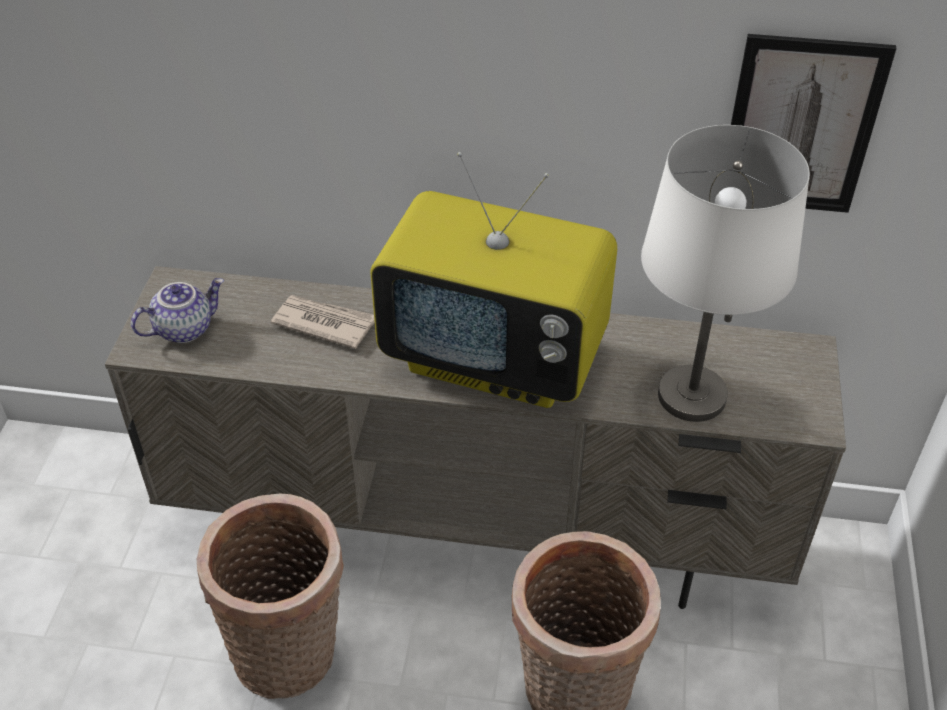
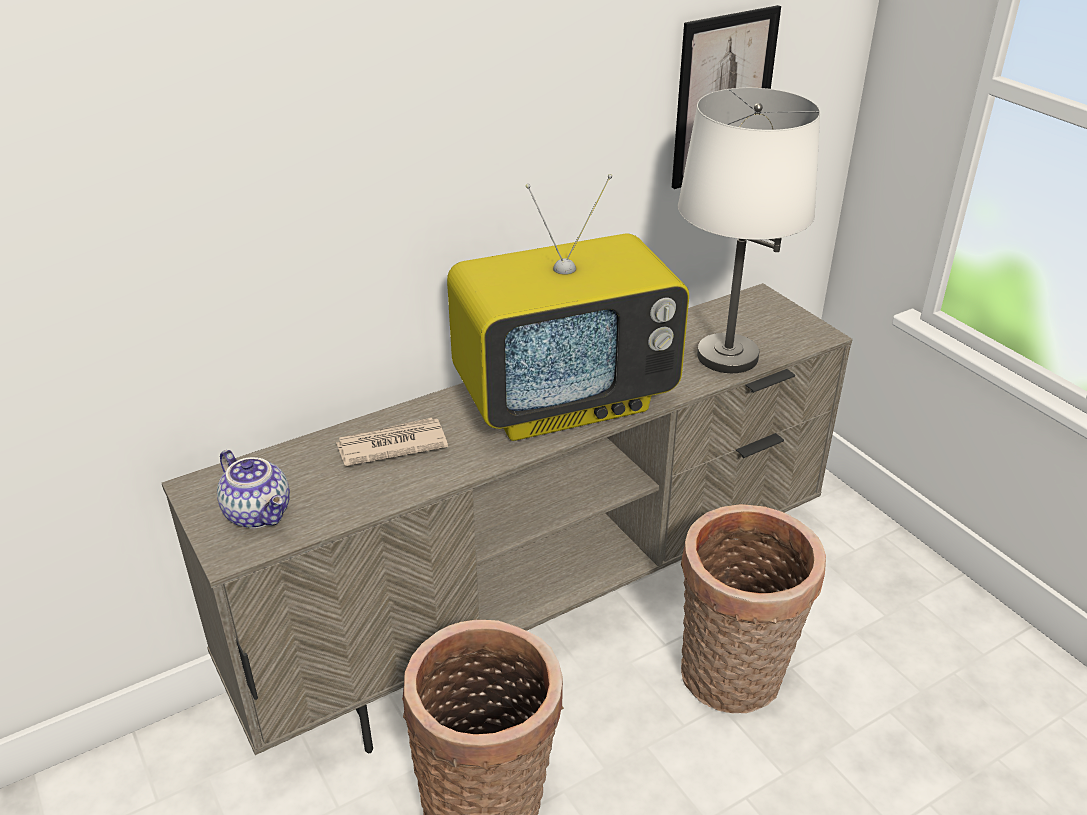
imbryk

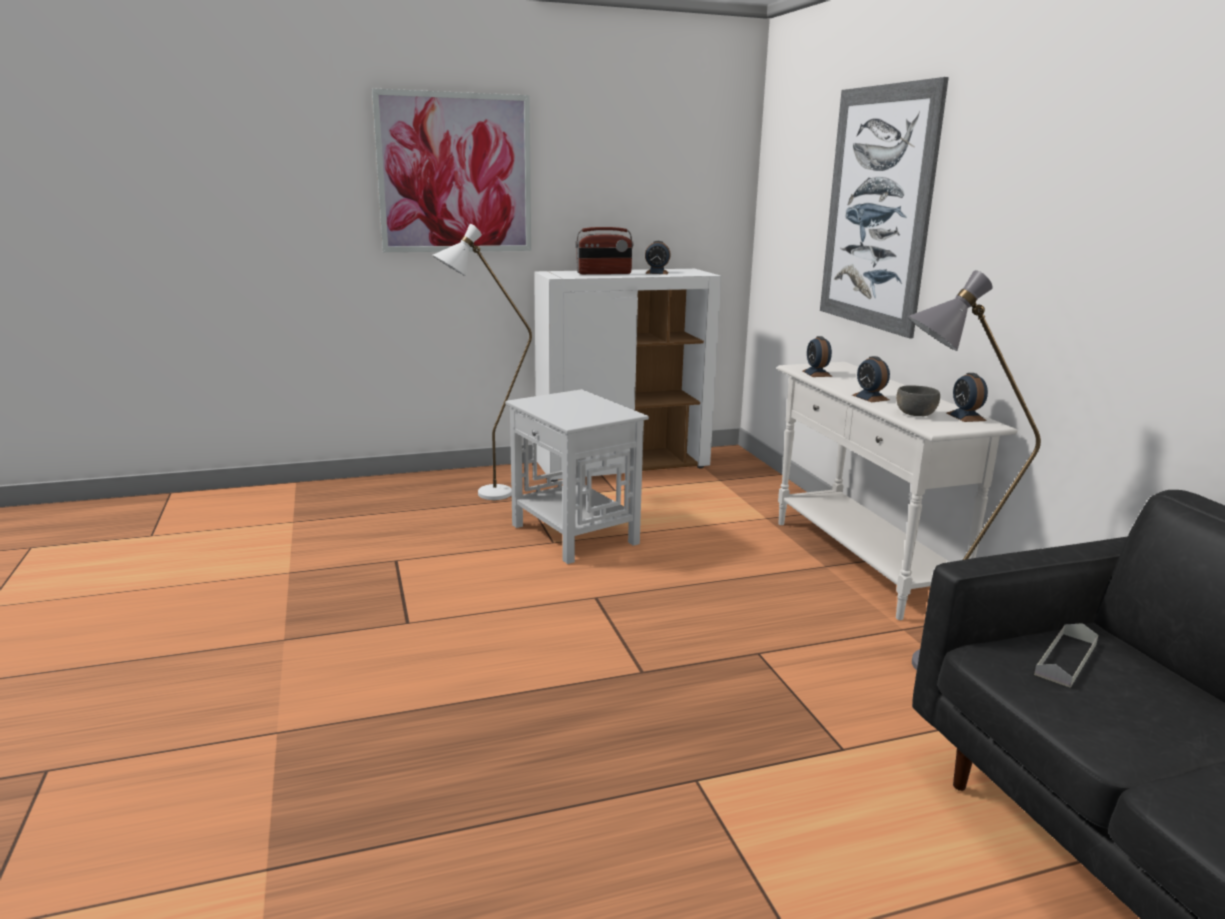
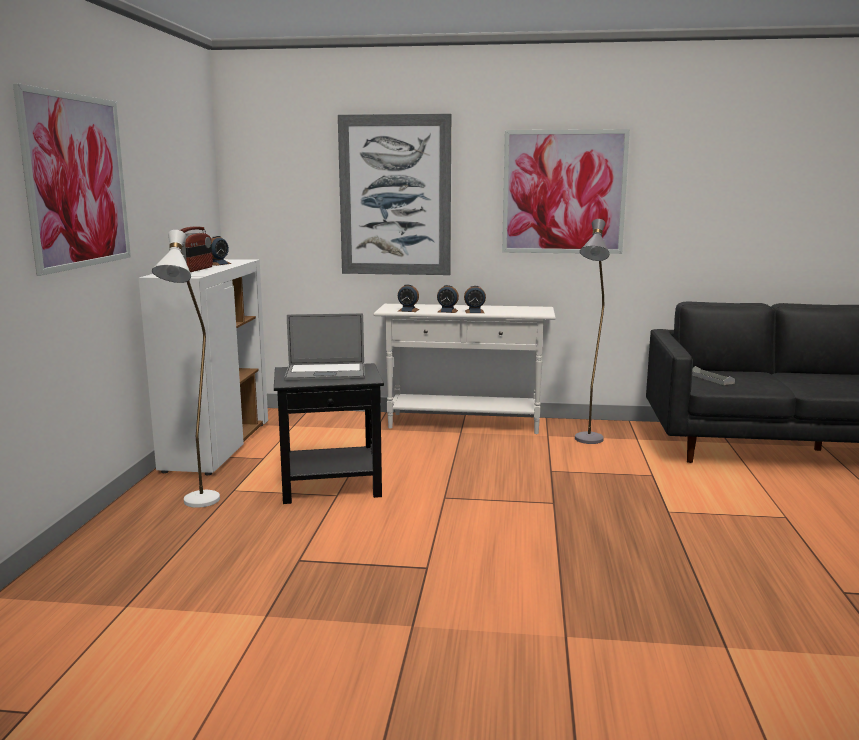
budzik (no. 3 from left)
miska/szary
stolik/czarny
obraz (no. 3 from left)
laptop

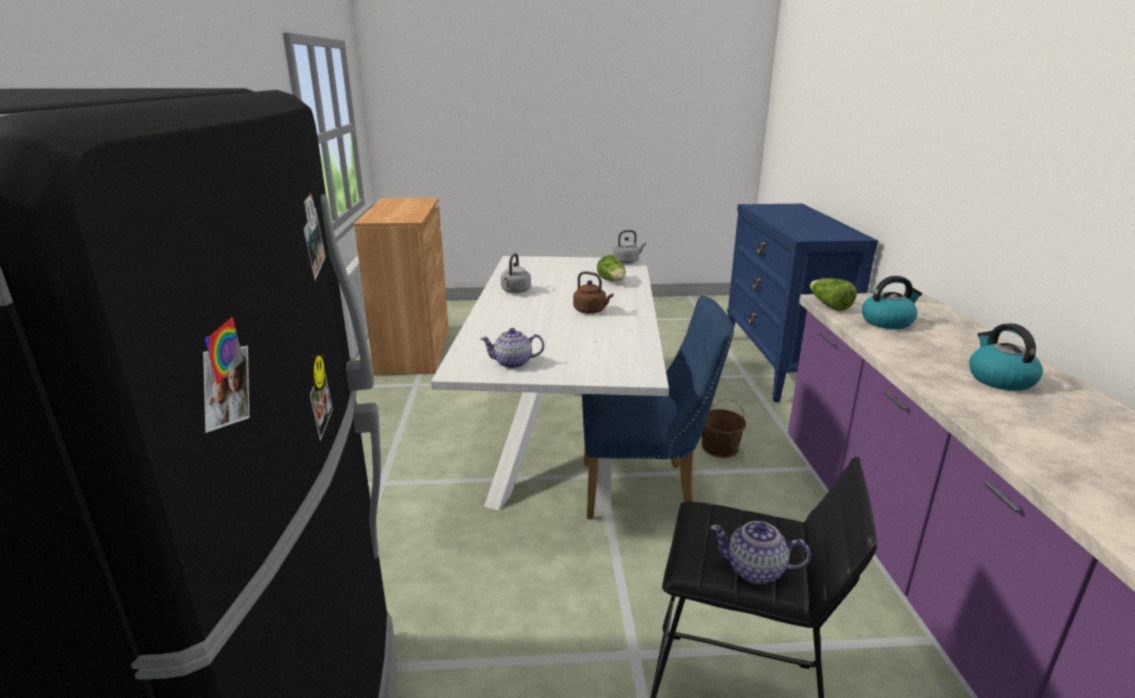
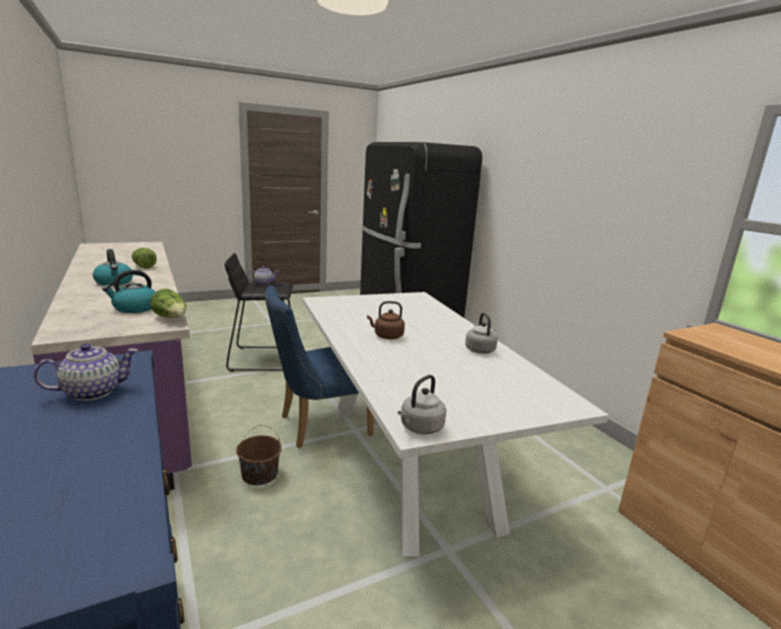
sałata (no. 1 from left)
imbryk (no. 1 from left)

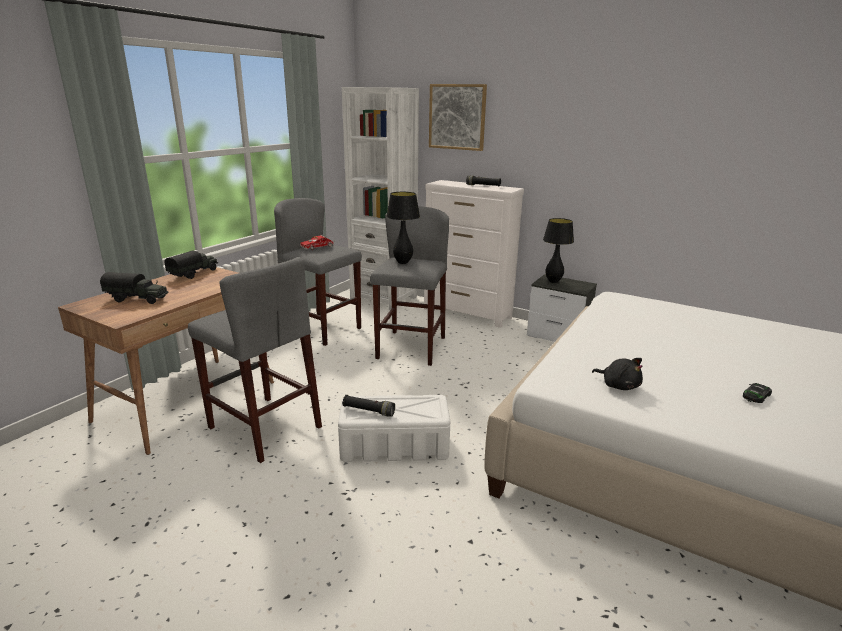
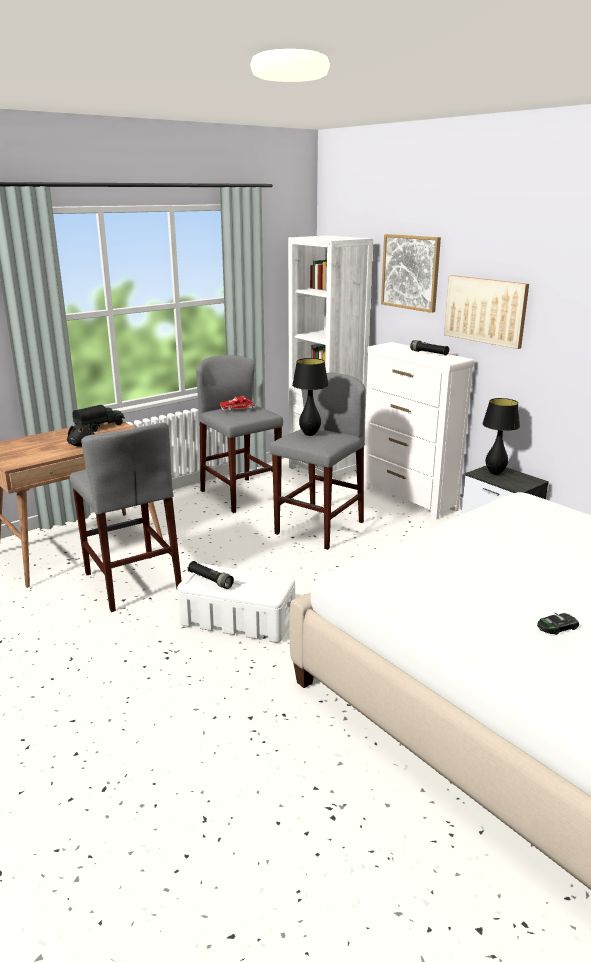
ciężarówka zabawkowa (no. 1 from left in the first image)
pluszak/czarny
obraz (no. 2 from left)

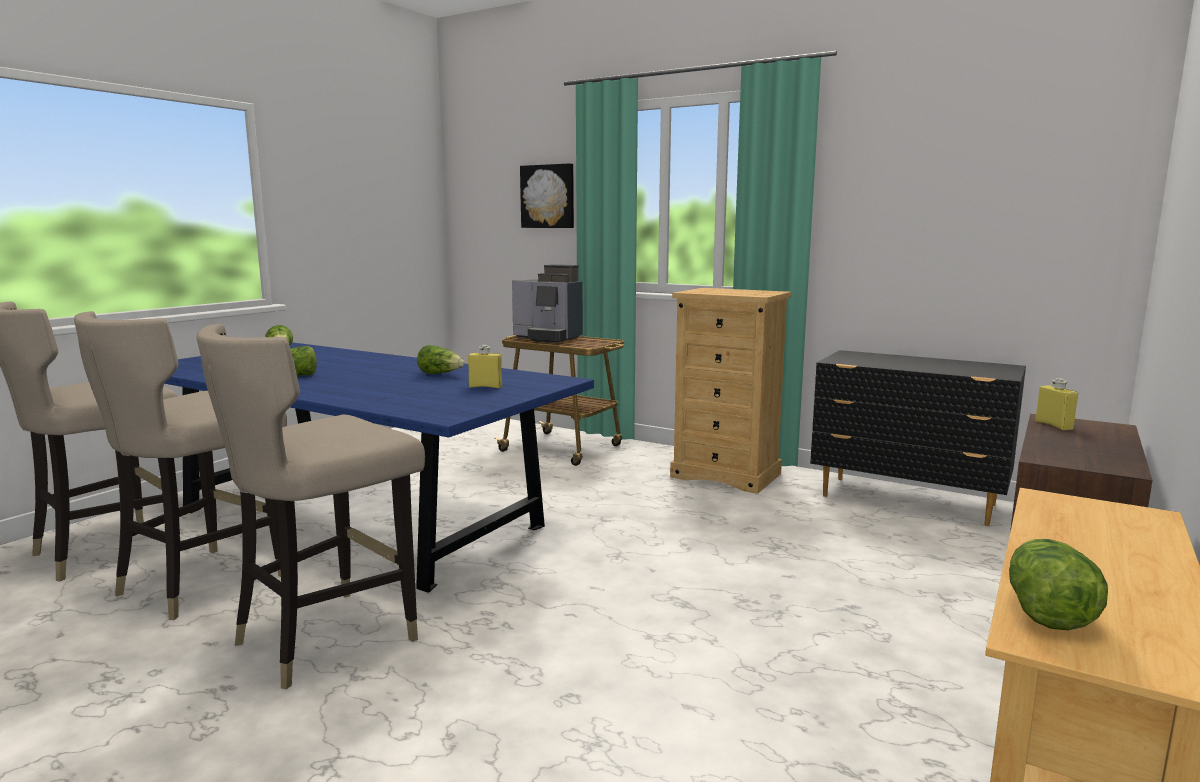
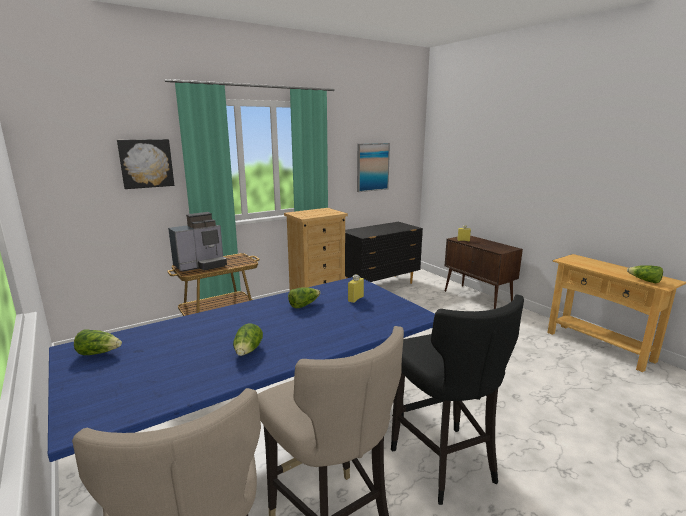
stołek/czarny
obraz (no. 2 from left)

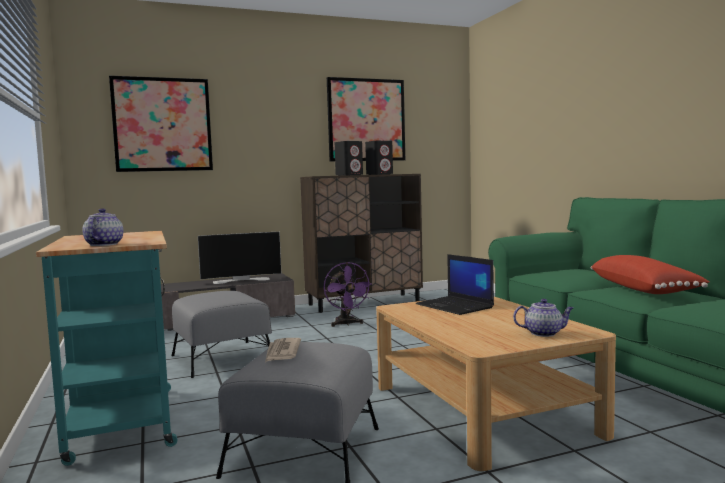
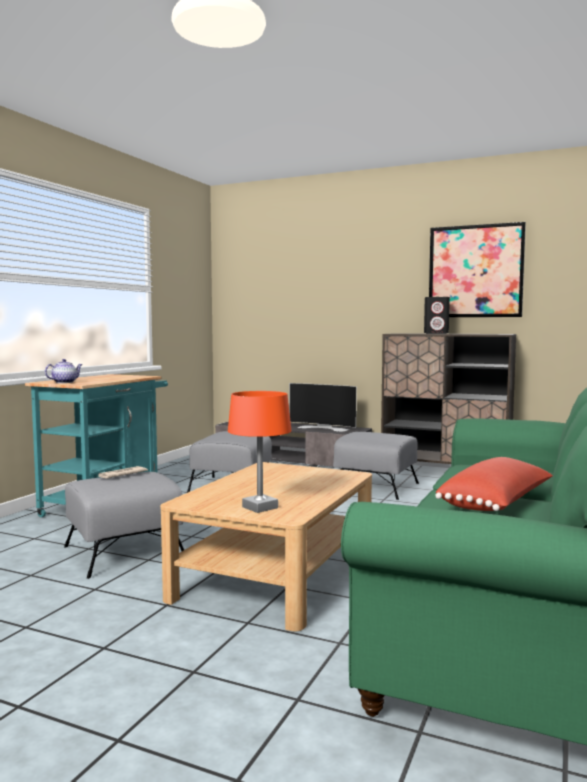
obraz (no. 1 from left in the first image)
głośnik/czarny (no. 2 from left in the first image)
laptop
pufa/szary (no. 3 from left)
lampa stołowa/pomarańczowy

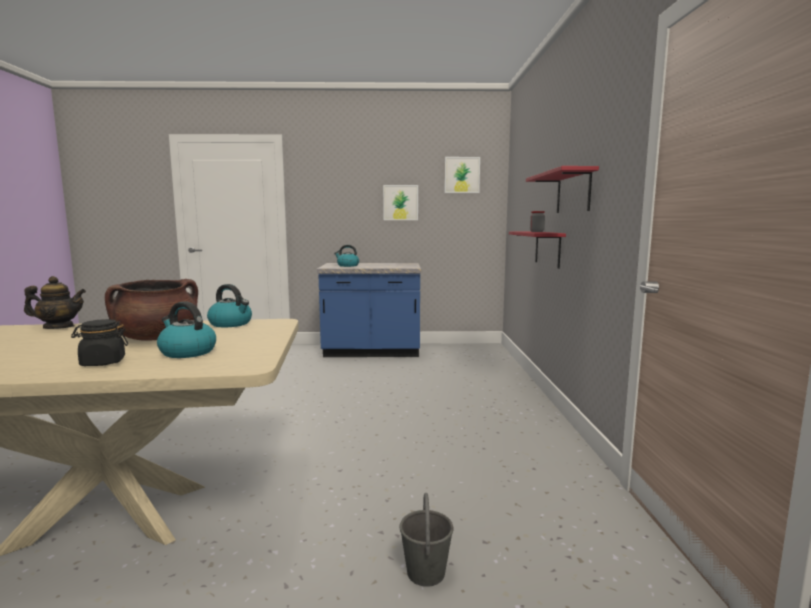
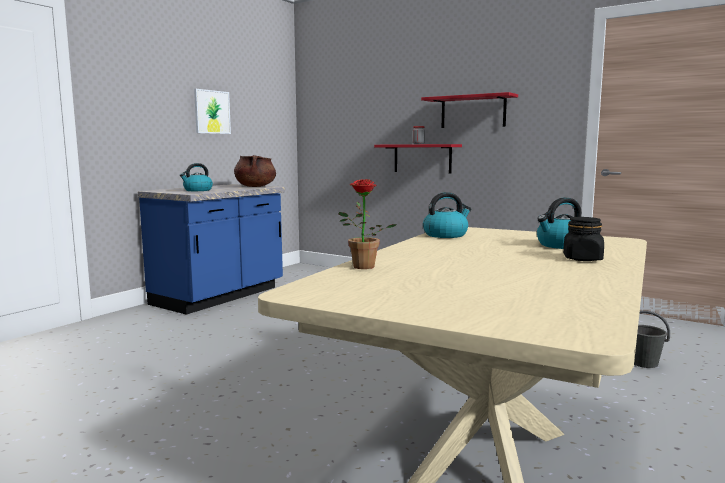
obraz (no. 2 from left in the first image)
roślina doniczkowa
garnek/brązowy

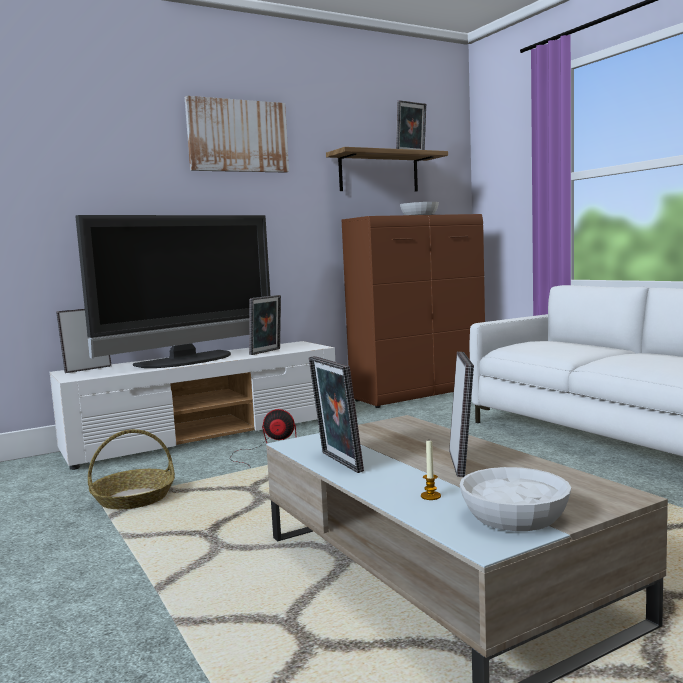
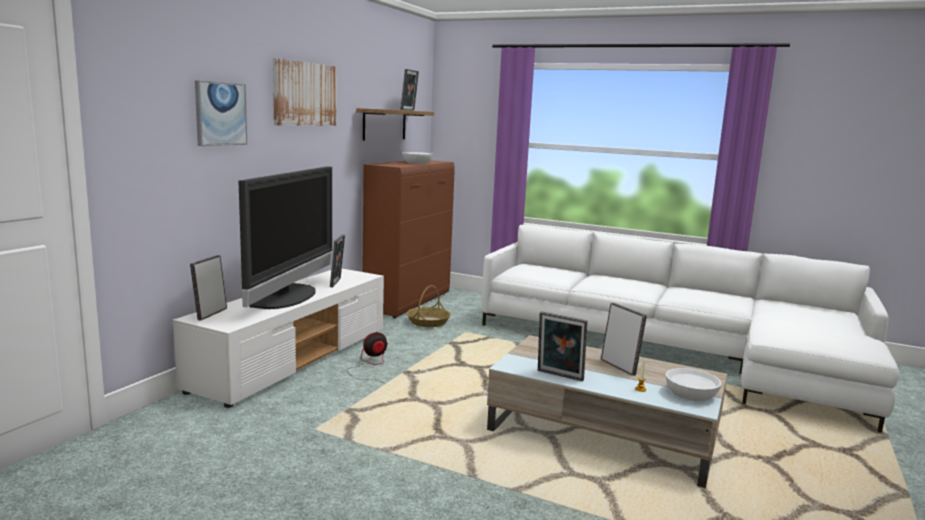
koszyk
obraz (no. 1 from left)

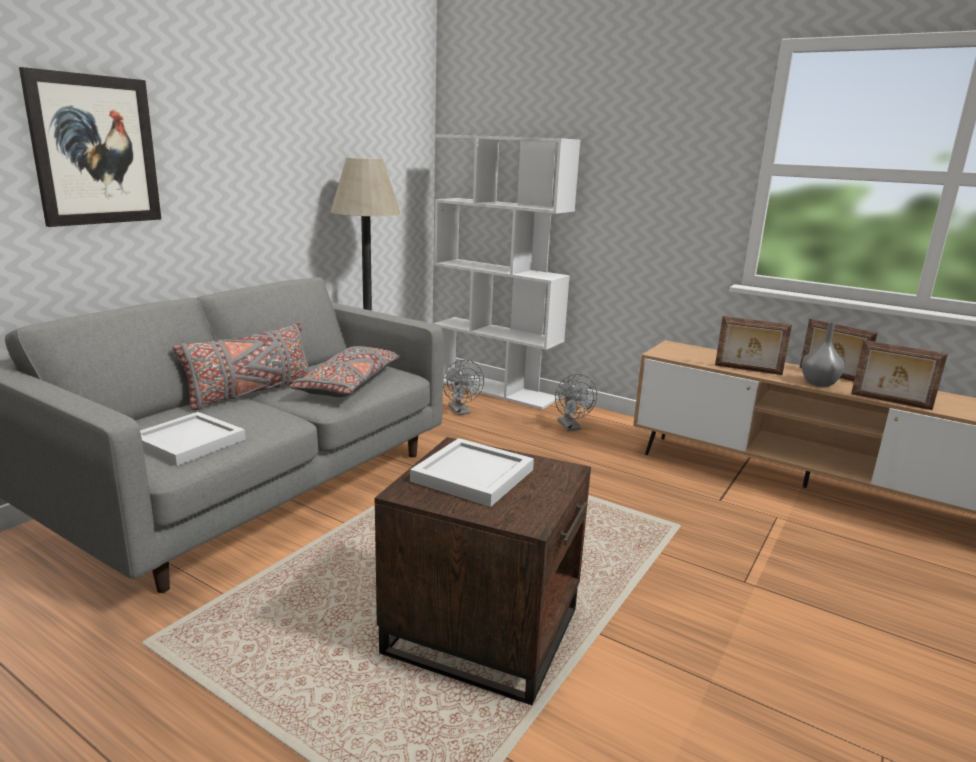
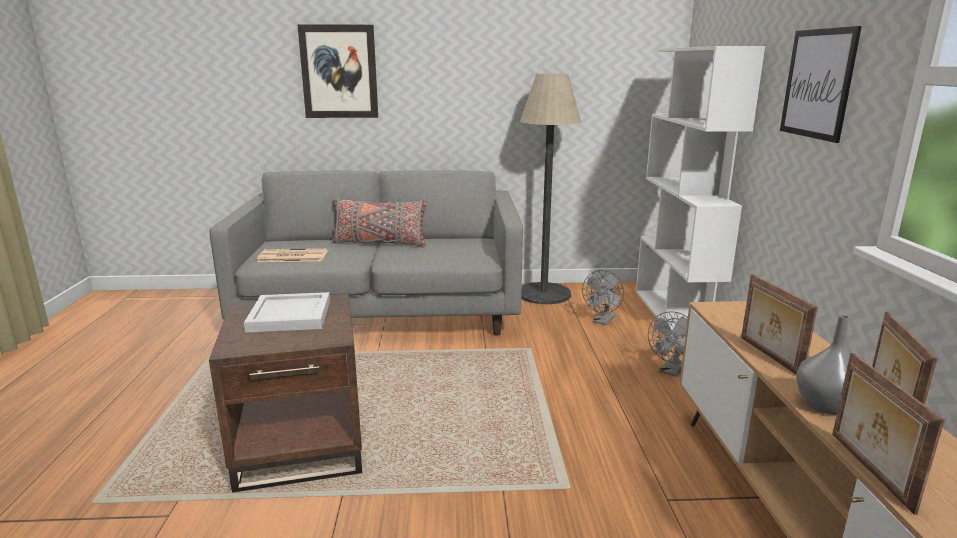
poduszka/szary (no. 2 from left in the first image)
gazeta
obraz (no. 2 from left)

